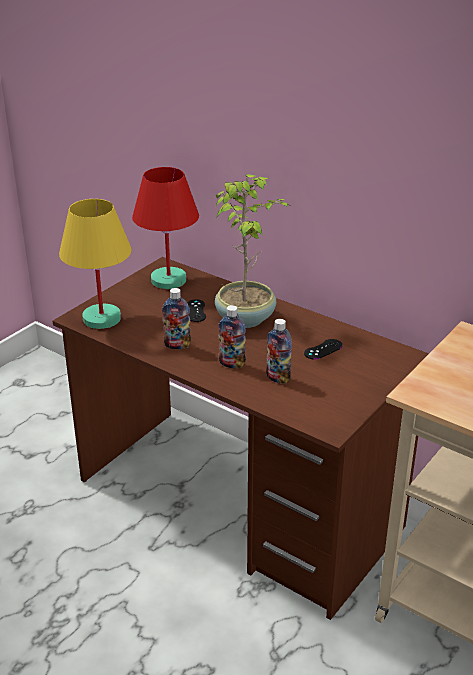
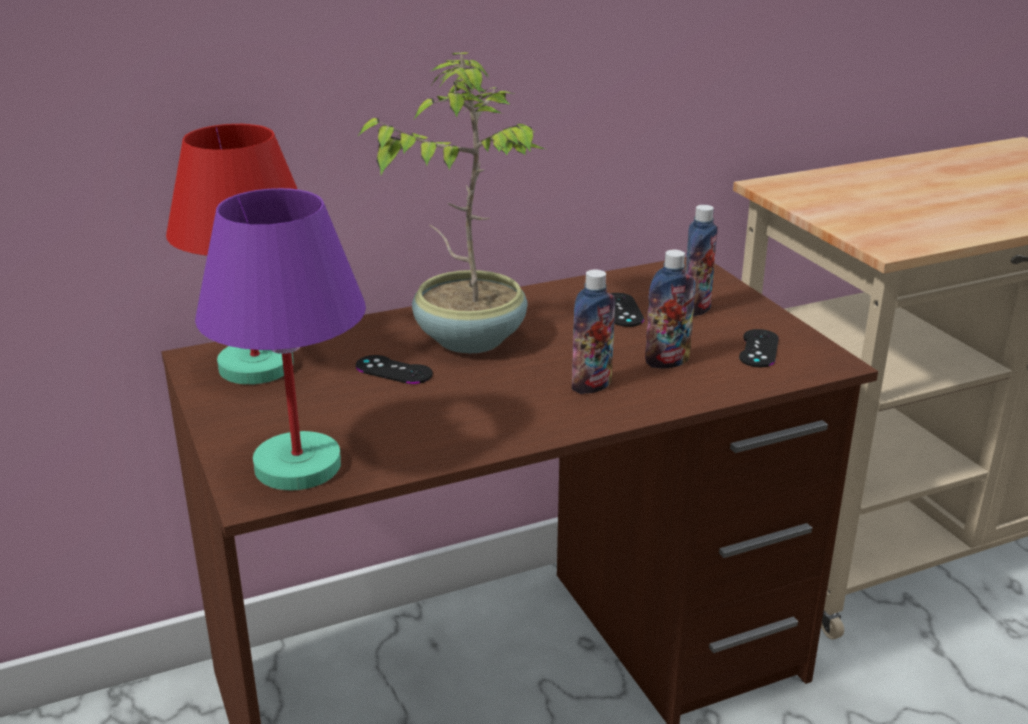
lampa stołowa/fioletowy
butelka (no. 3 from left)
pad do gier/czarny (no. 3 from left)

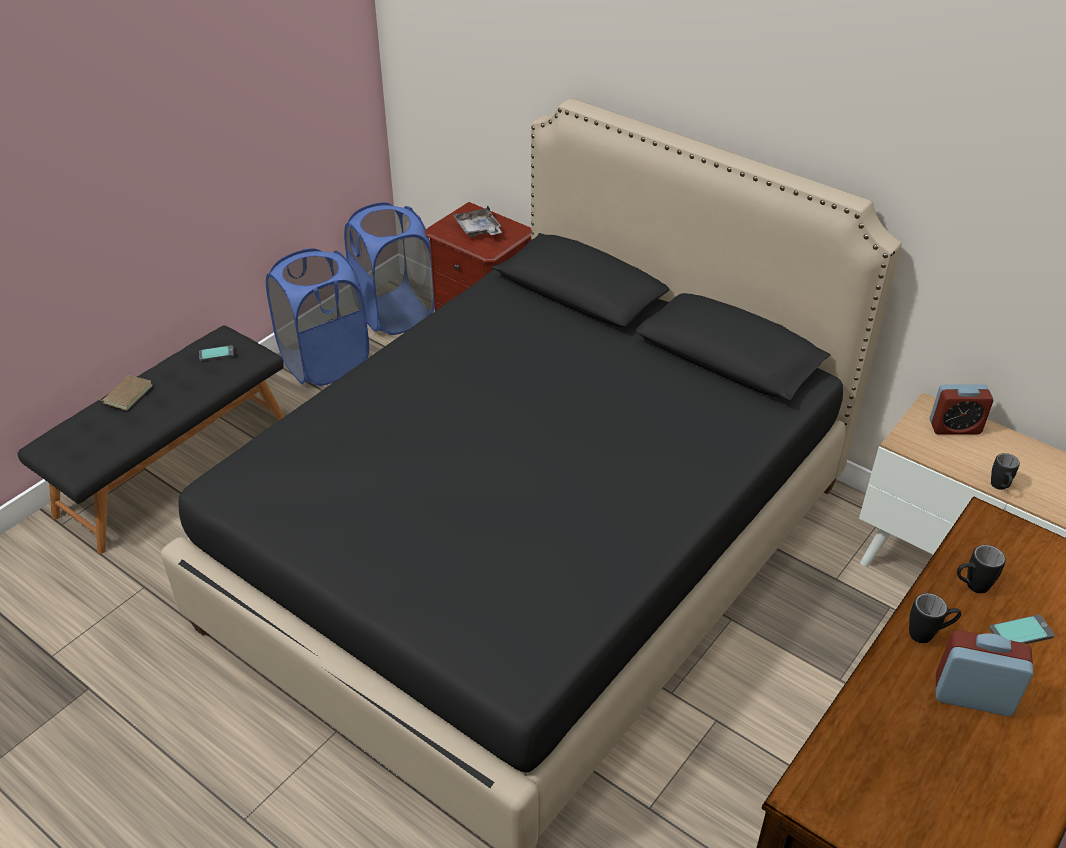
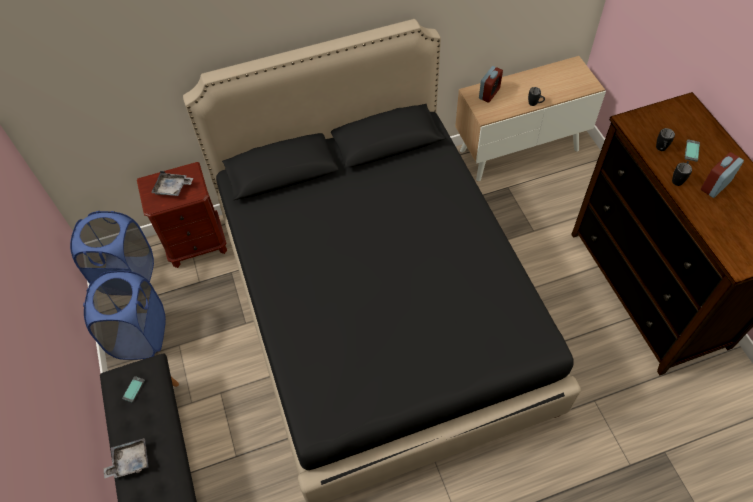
taca/szary (no. 1 from left)

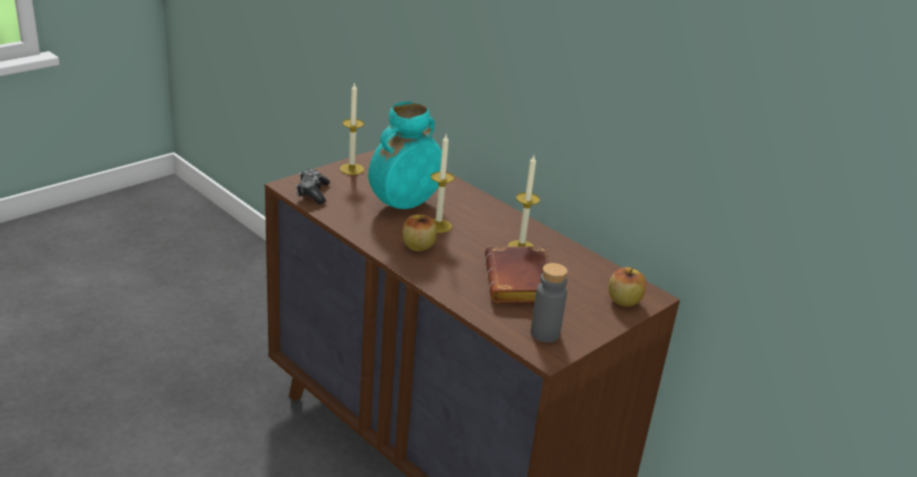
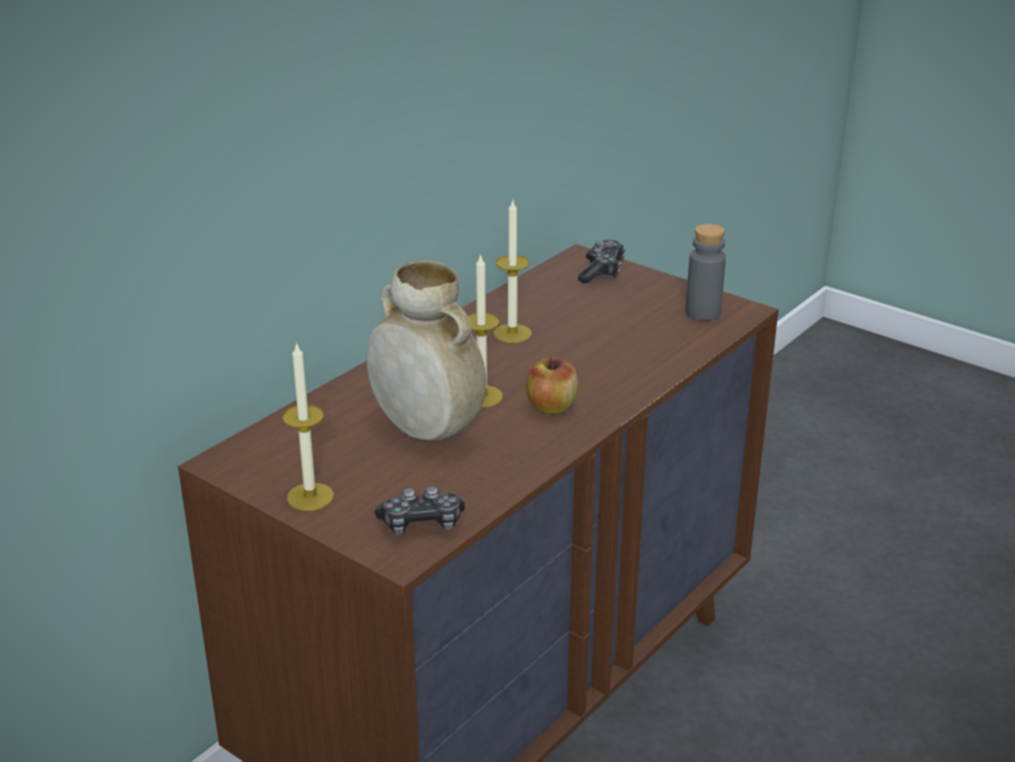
wazon/beżowy
książka/brązowy
pad do gier (no. 2 from left)

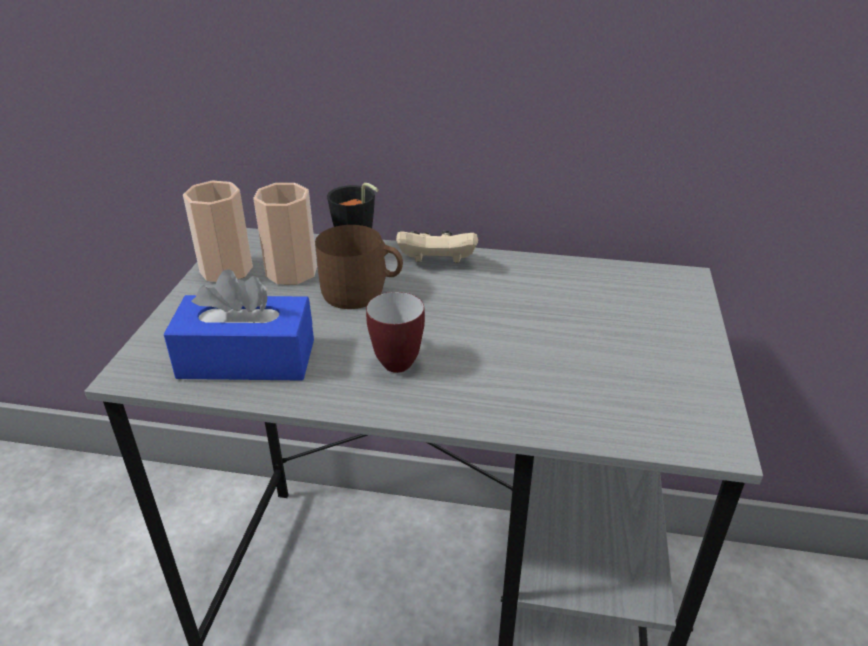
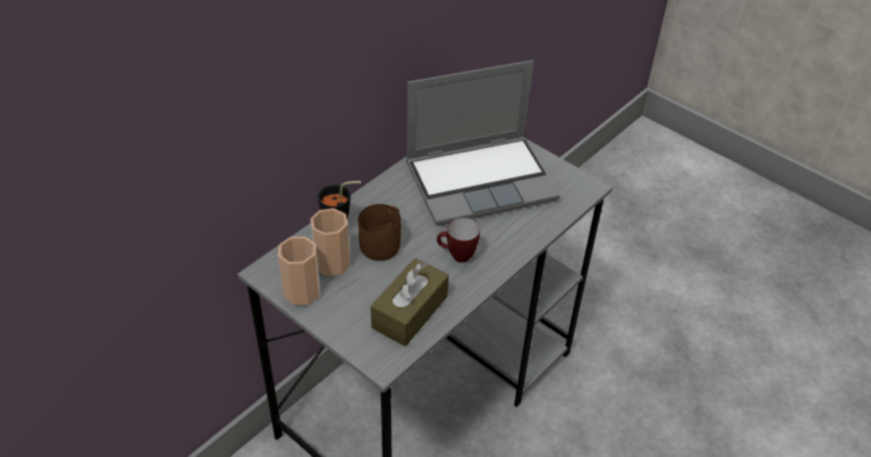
pad do gier/beżowy
pudełko chusteczek/brązowy
laptop

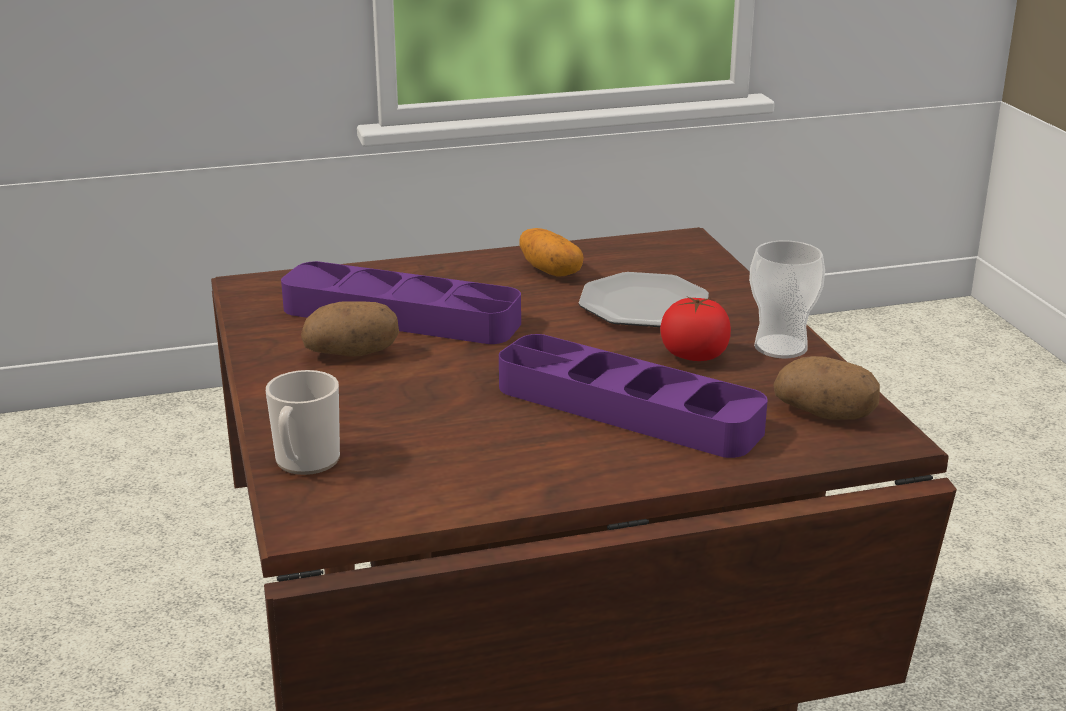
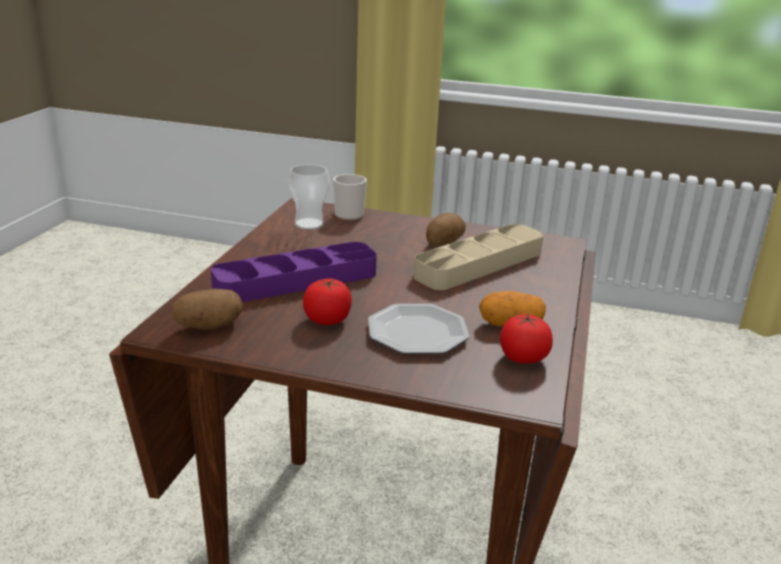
filiżanka
taca/beżowy
pomidor (no. 2 from left)

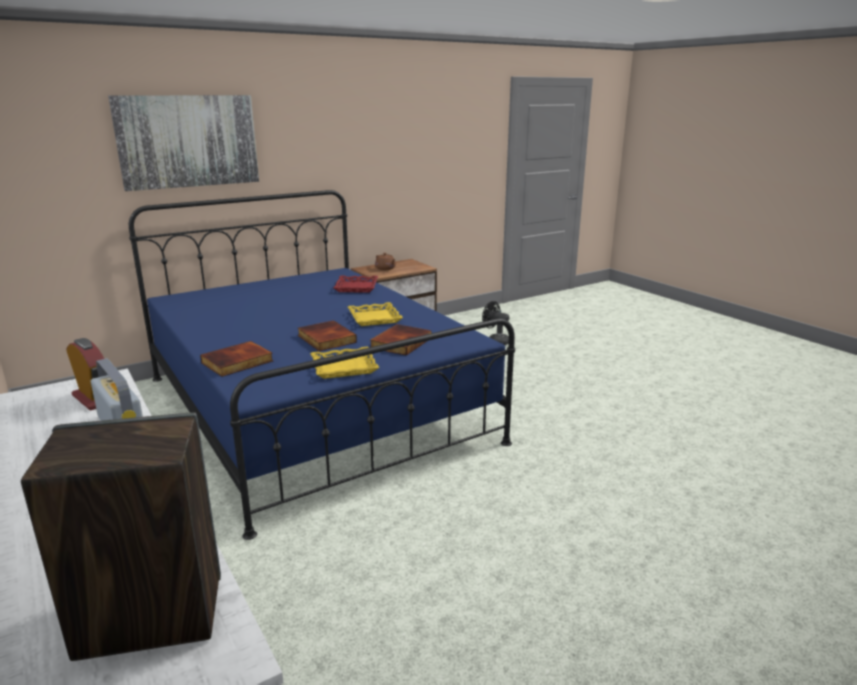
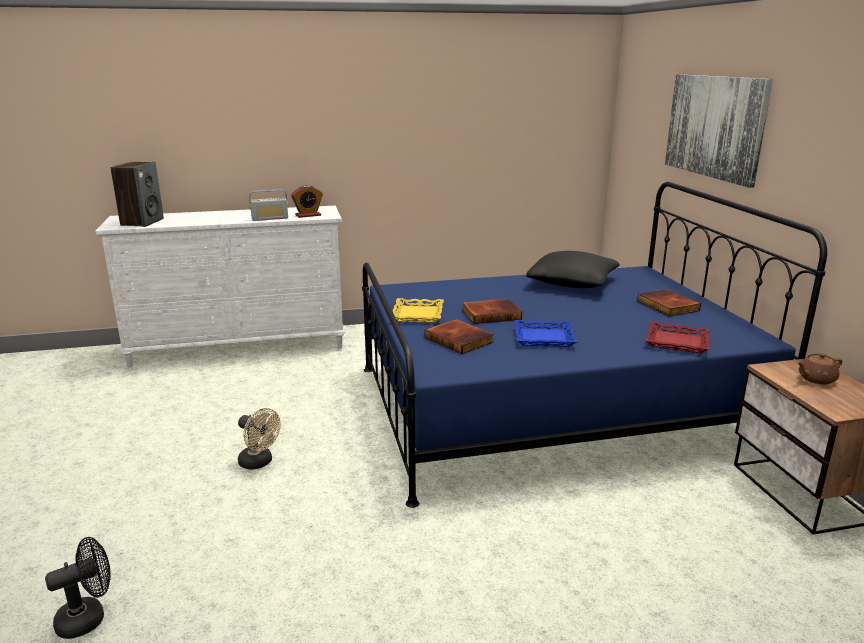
wentylator/czarny
taca/niebieski
książka (no. 3 from left)
poduszka/czarny
wentylator/beżowy

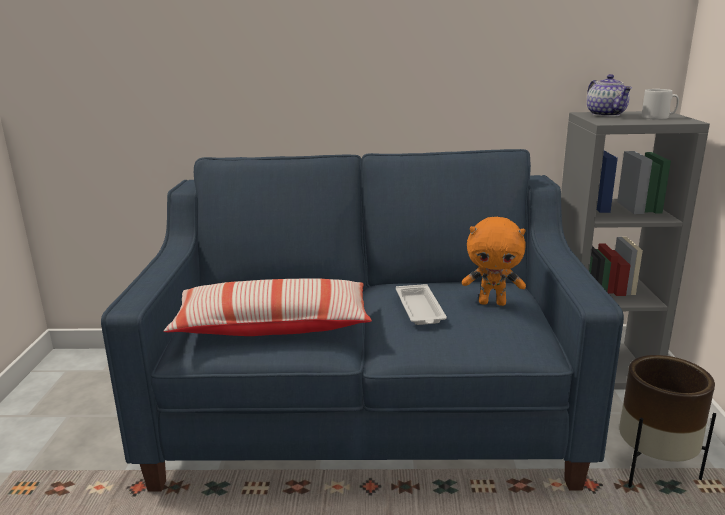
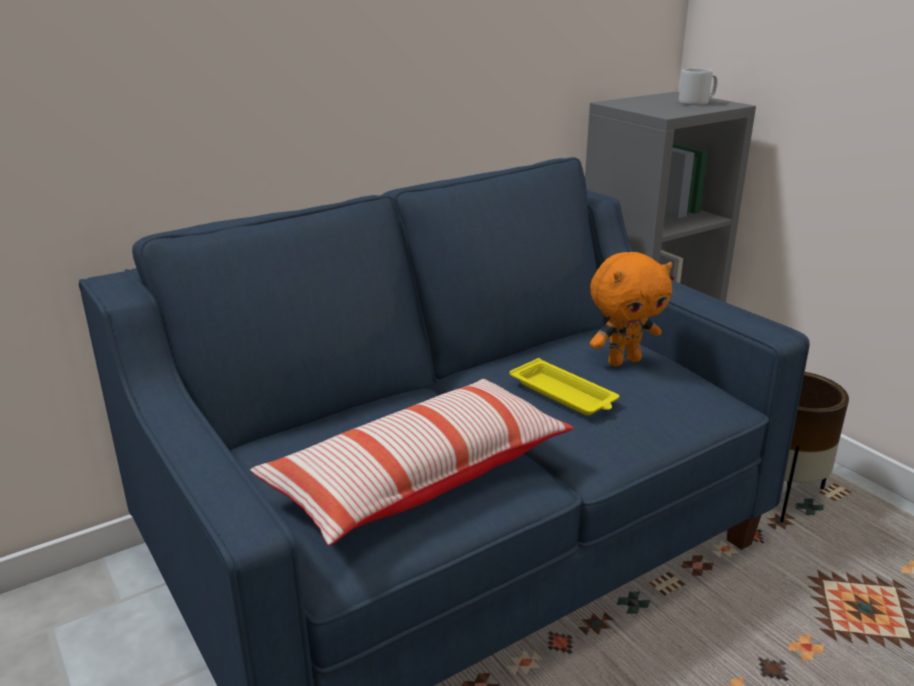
imbryk
taca/żółty

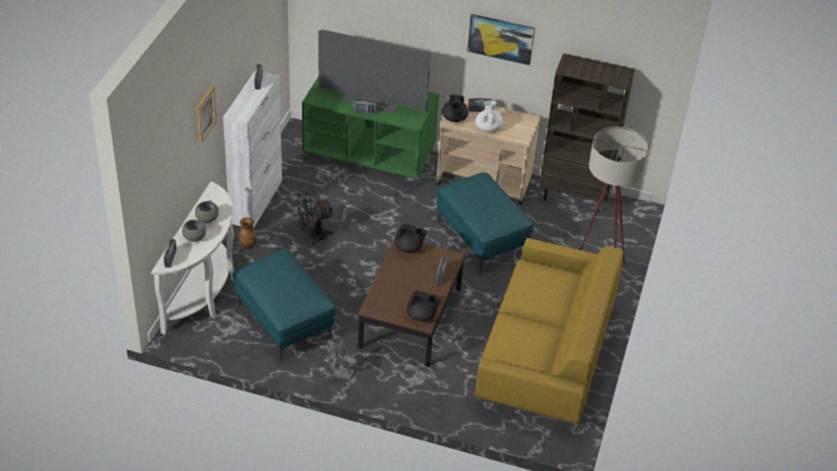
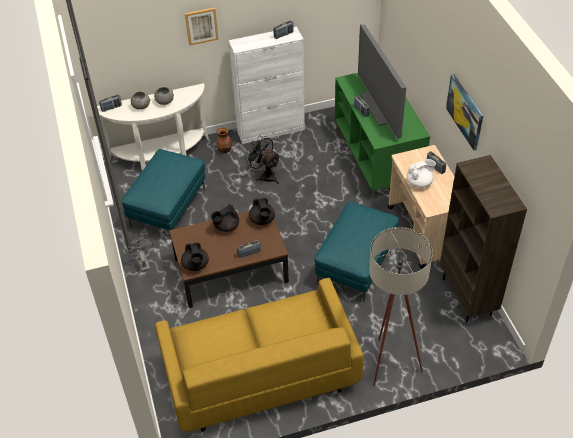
imbryk/czarny (no. 2 from left)

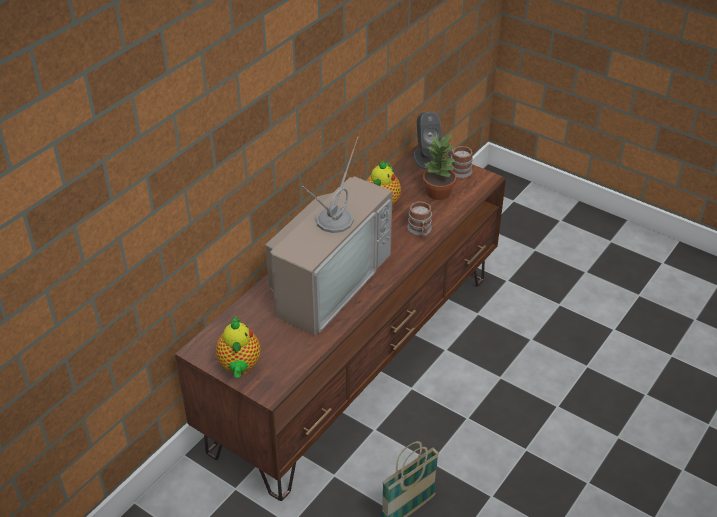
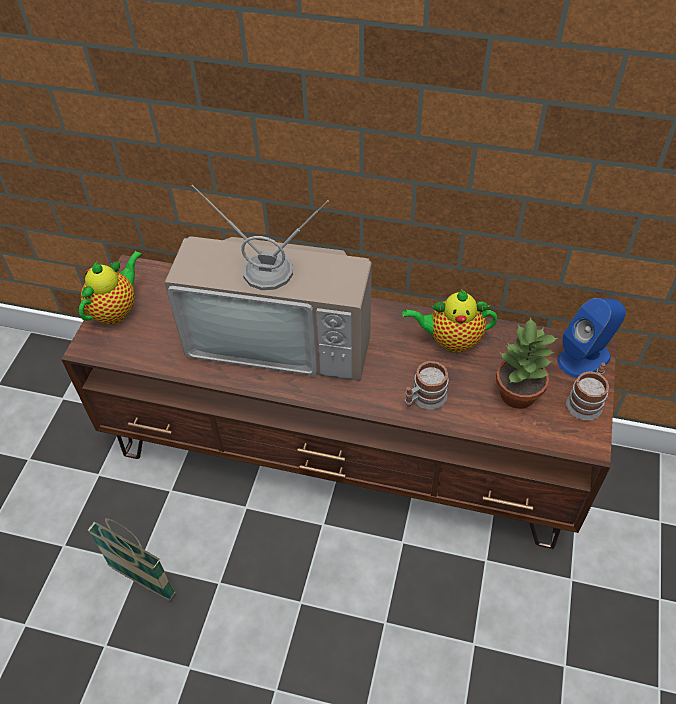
głośnik/niebieski
imbryk (no. 1 from left)

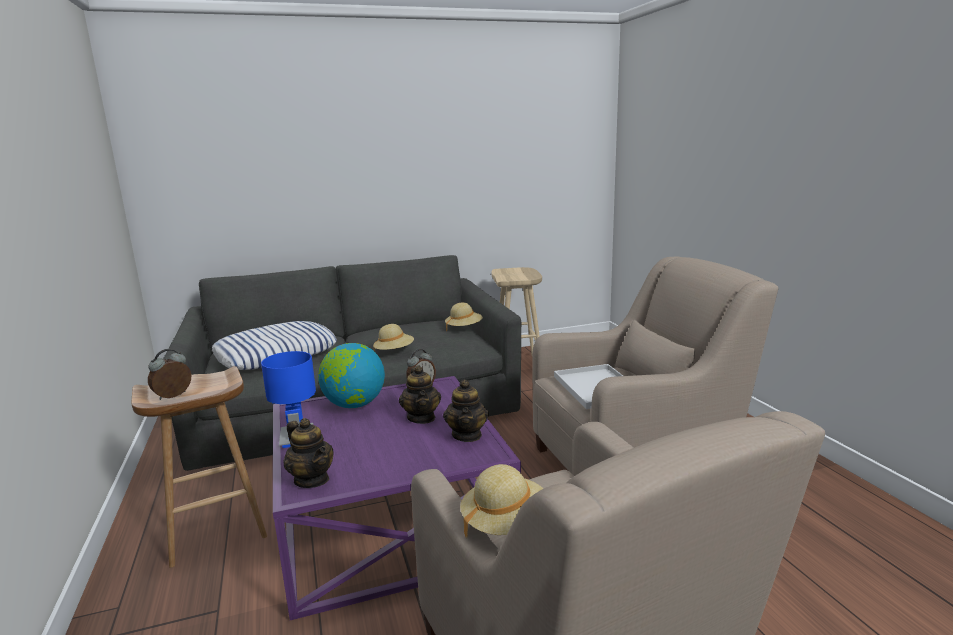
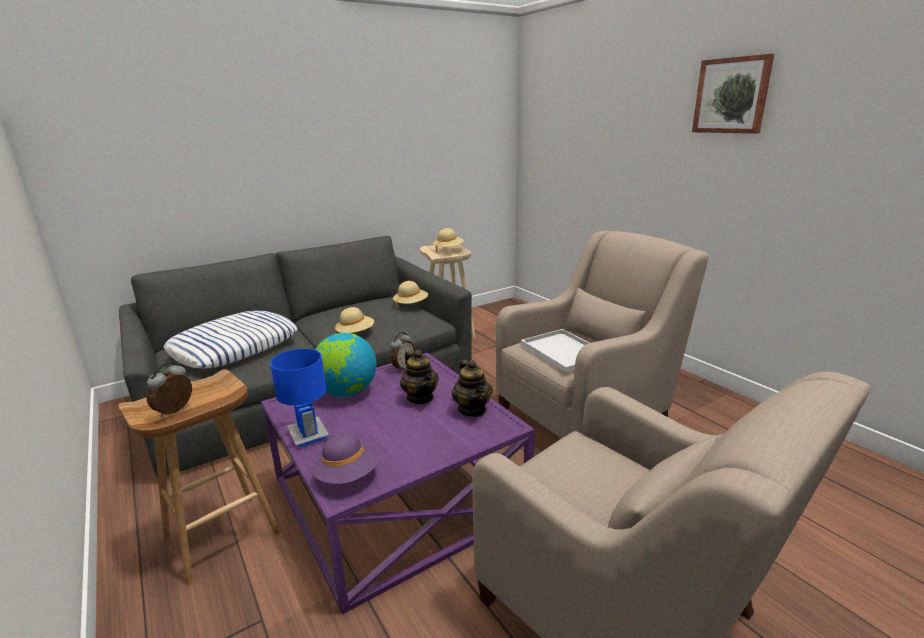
kapelusz/fioletowy
kapelusz/beżowy (no. 3 from left)
obraz

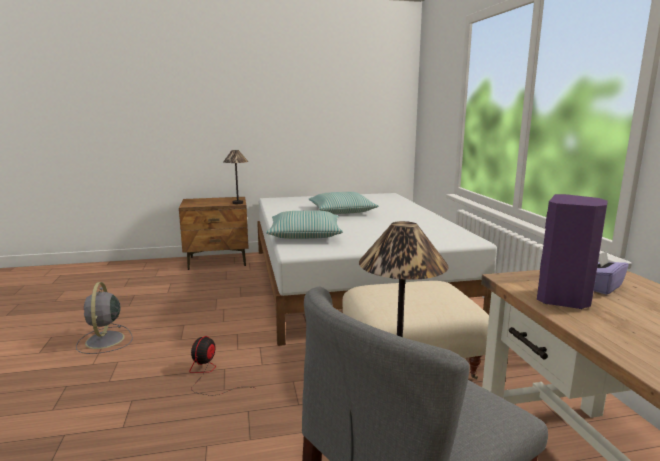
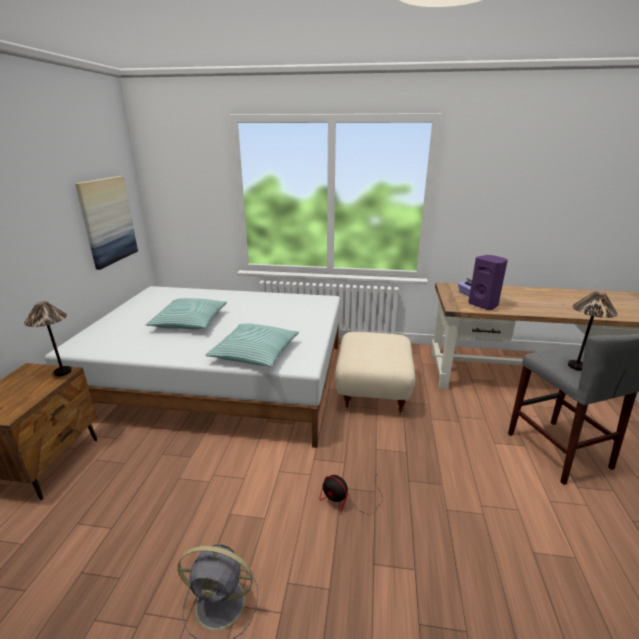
obraz

